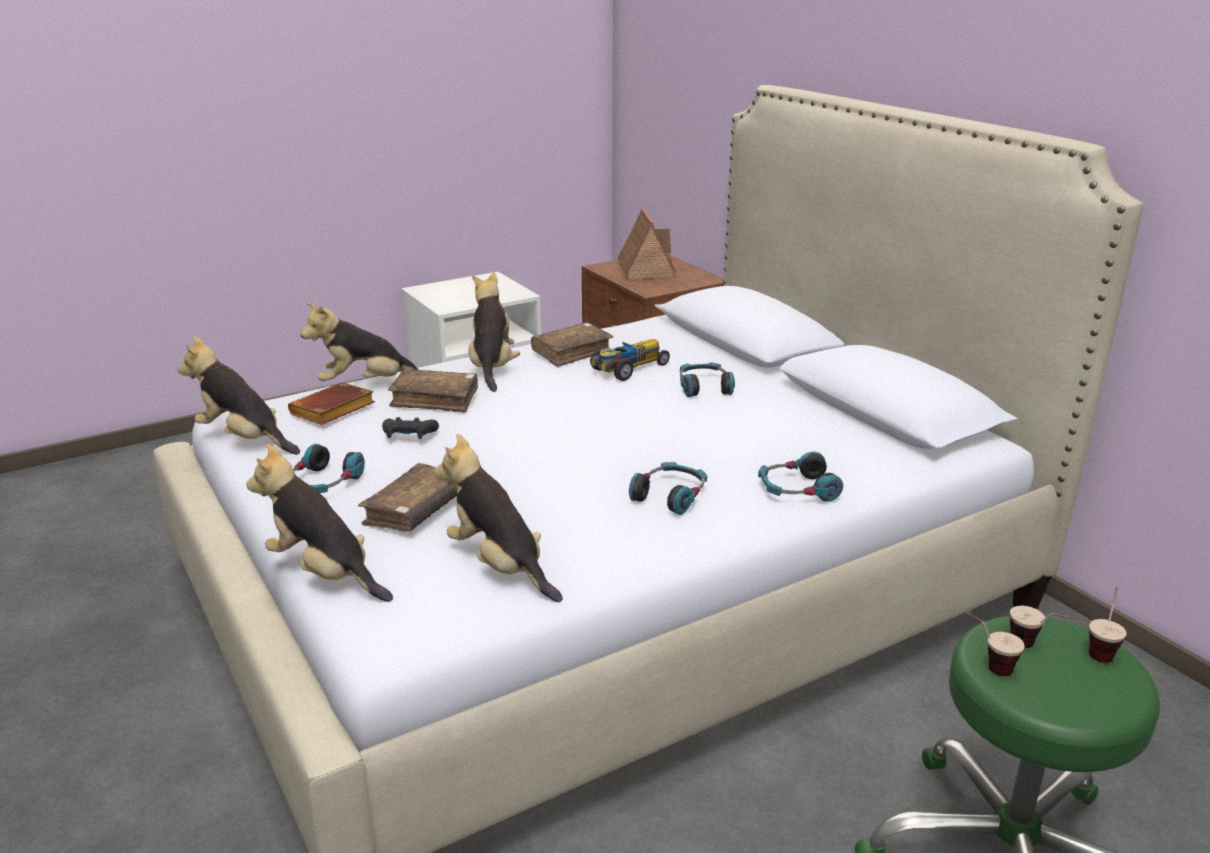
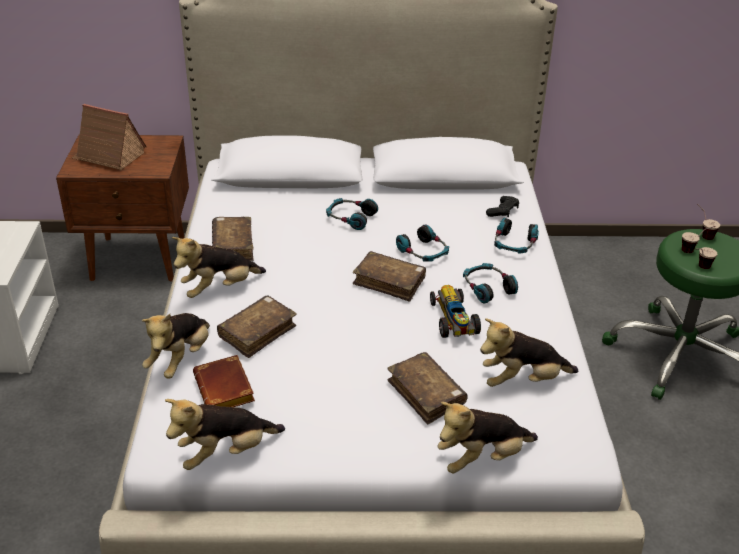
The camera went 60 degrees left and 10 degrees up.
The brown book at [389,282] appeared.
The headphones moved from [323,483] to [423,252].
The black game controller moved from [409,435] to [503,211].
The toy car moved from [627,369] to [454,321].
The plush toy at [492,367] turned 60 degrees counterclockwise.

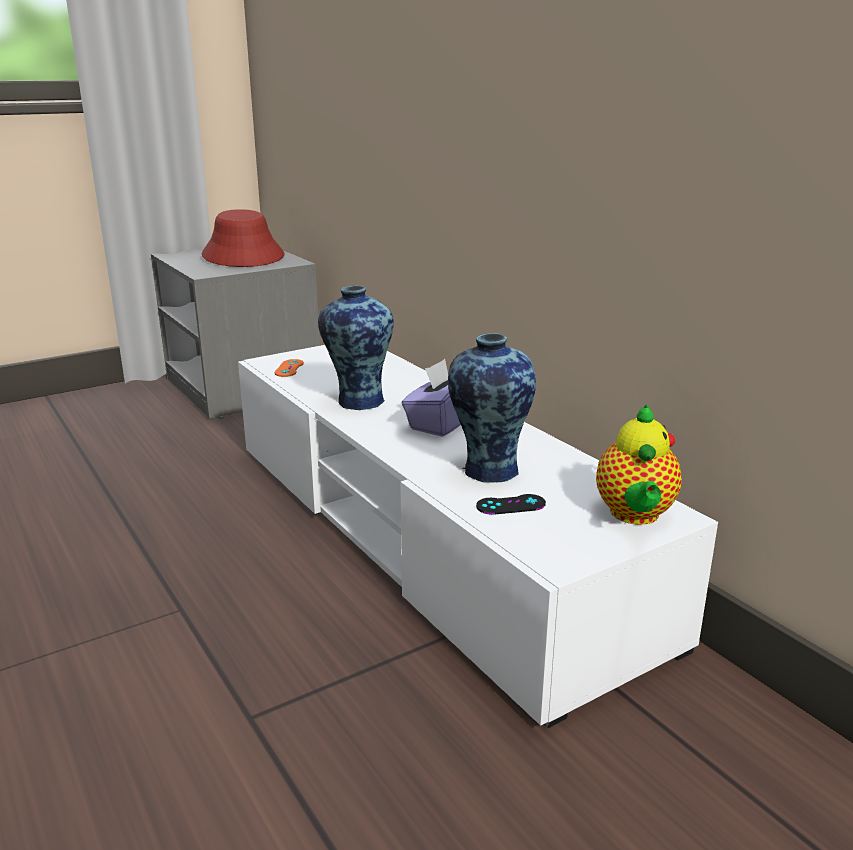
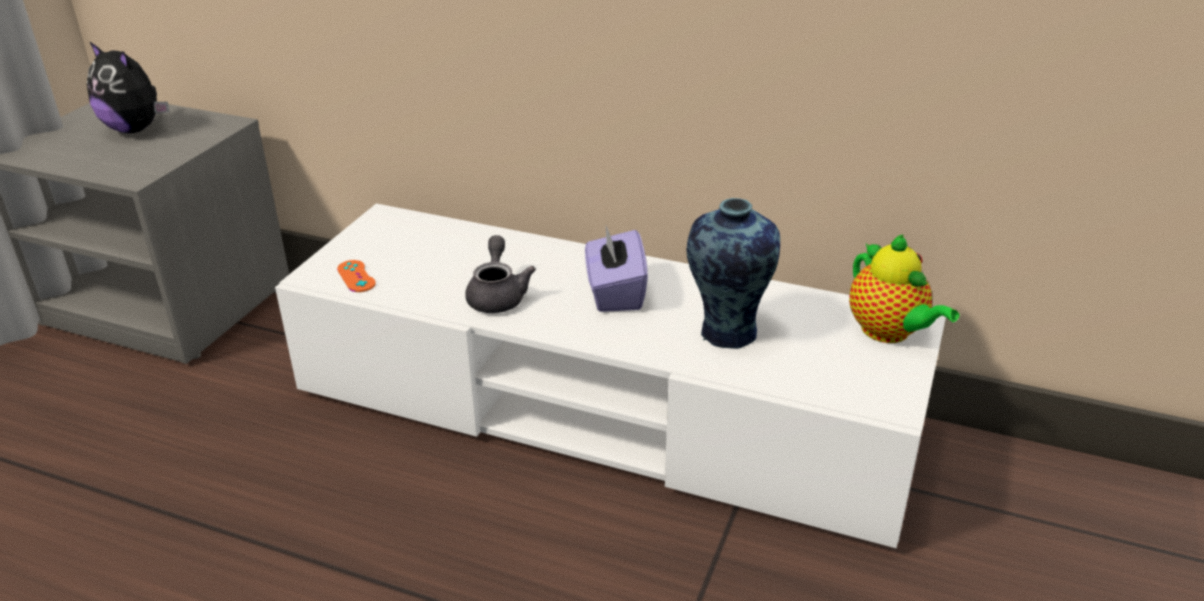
The camera went 35 degrees left and 10 degrees up.
The black game controller at [511,505] disappeared.
The red hat at [243,256] was replaced by the plush toy at [136,129].
The vase at [358,401] was replaced by the grey teapot at [497,295].

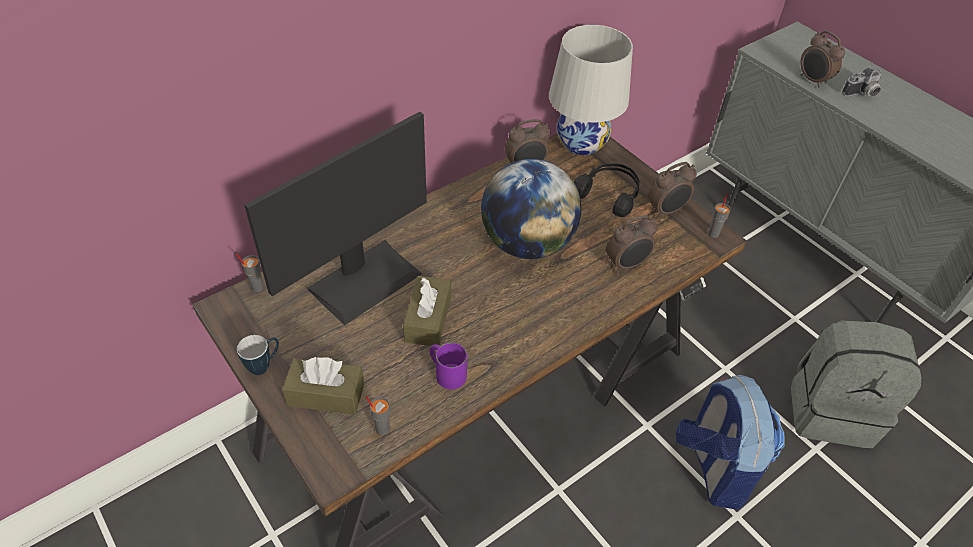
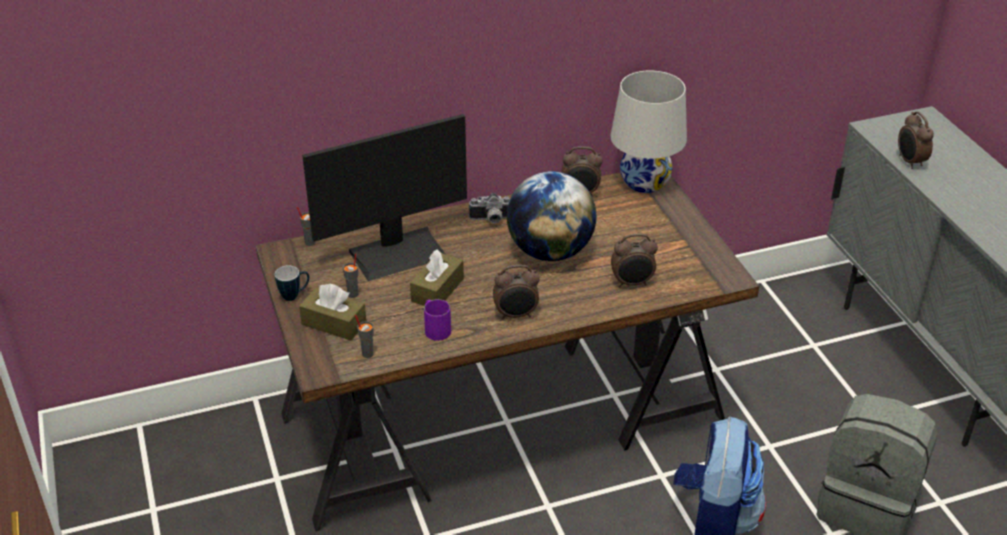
The camera went 20 degrees right and 10 degrees down.
The black headphones at [609,194] disappeared.
The alarm clock moved from [666,211] to [516,315].
The grey cup moved from [713,233] to [353,294].
The photo camera moved from [862,94] to [490,220].

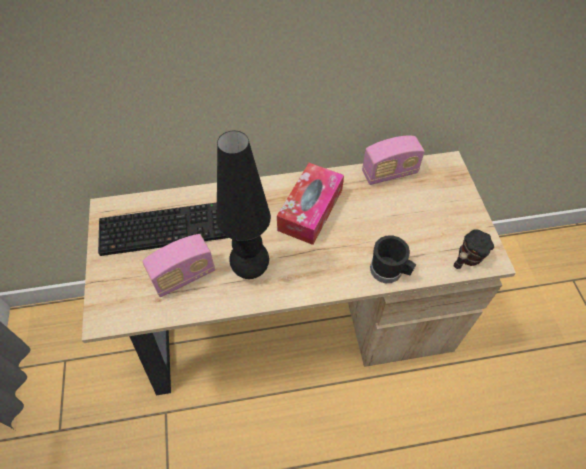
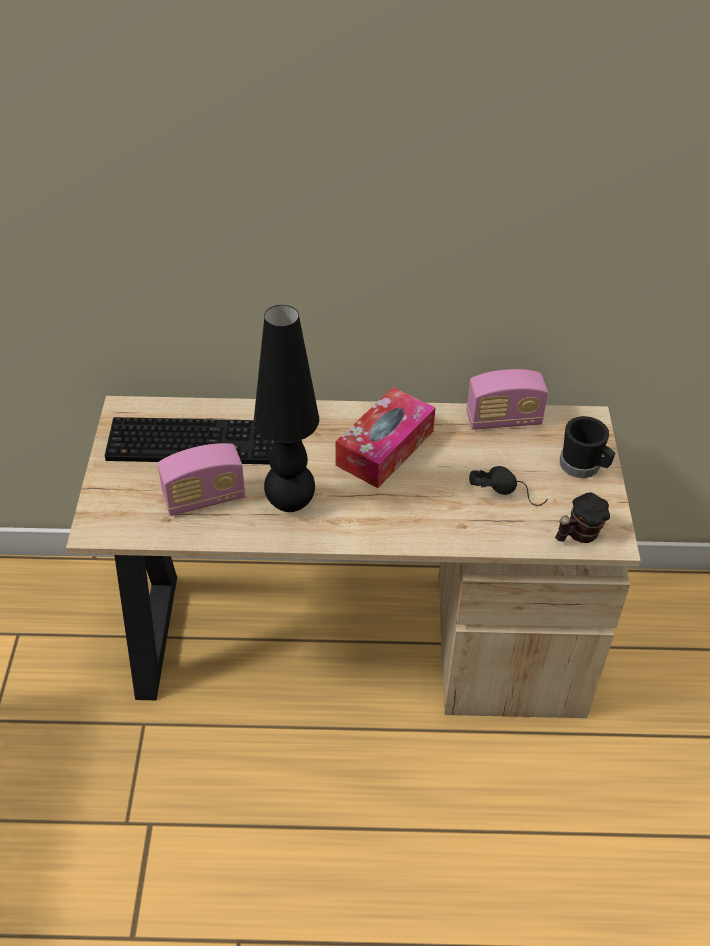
The camera went 10 degrees right and 10 degrees down.
The black headphones at [506,491] appeared.
The black mug moved from [389,271] to [583,467].

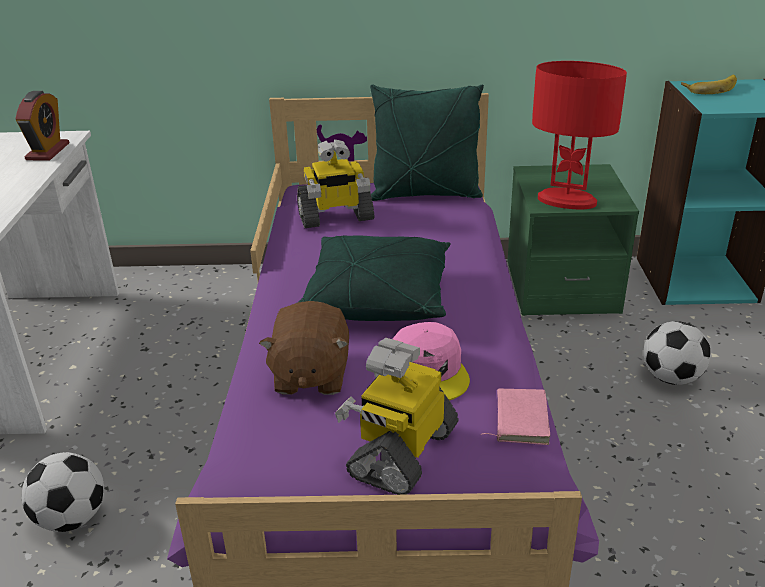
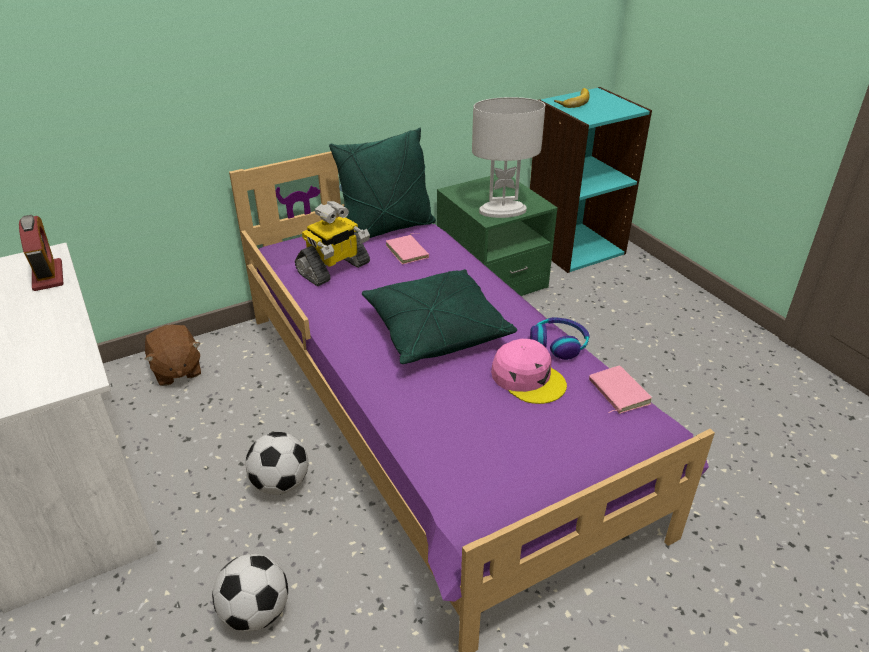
The camera went 30 degrees left and 5 degrees up.
The toy robot at [401,451] disappeared.
The pink book at [408,251] appeared.
The headphones at [559,343] appeared.
The brown plush toy moved from [310,376] to [176,370].
The football moved from [671,378] to [281,483].
The red table lamp at [567,201] became the white table lamp at [502,211].

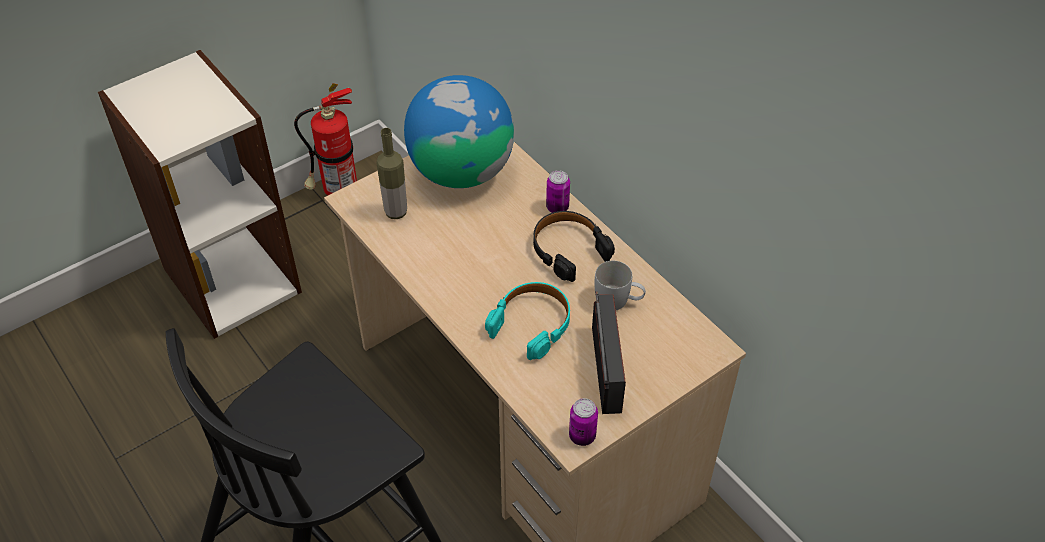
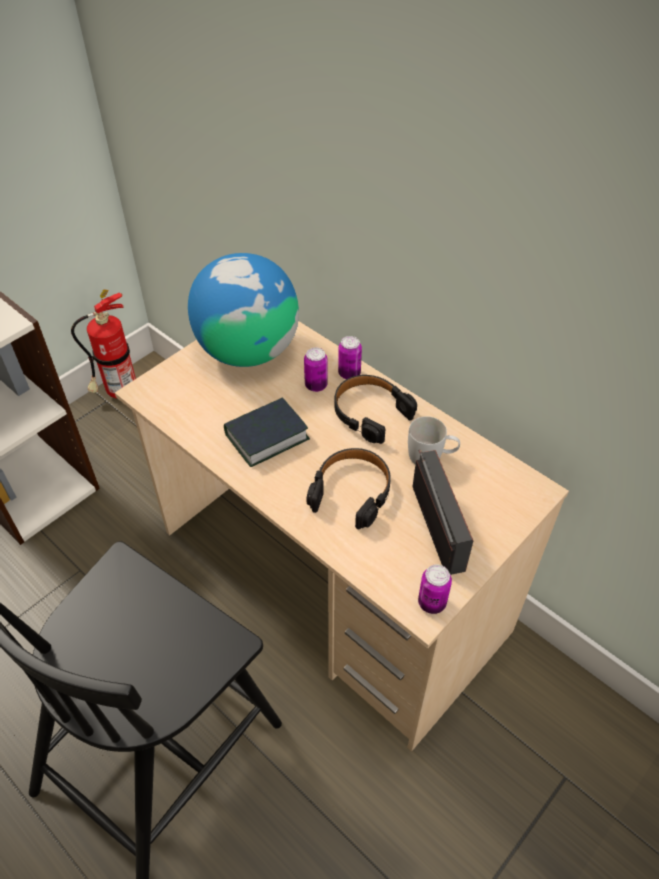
The camera went 10 degrees left and 0 degrees up.
The bottle at [396,212] disappeared.
The book at [266,437] appeared.
The can at [316,385] appeared.
The turquoise headphones at [532,324] became the black headphones at [352,492].

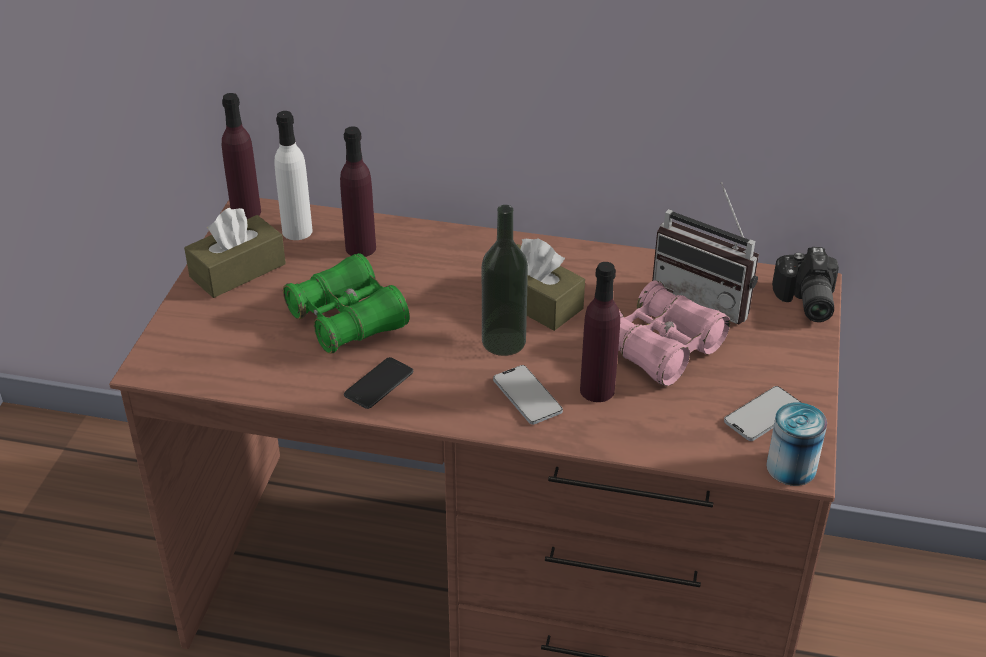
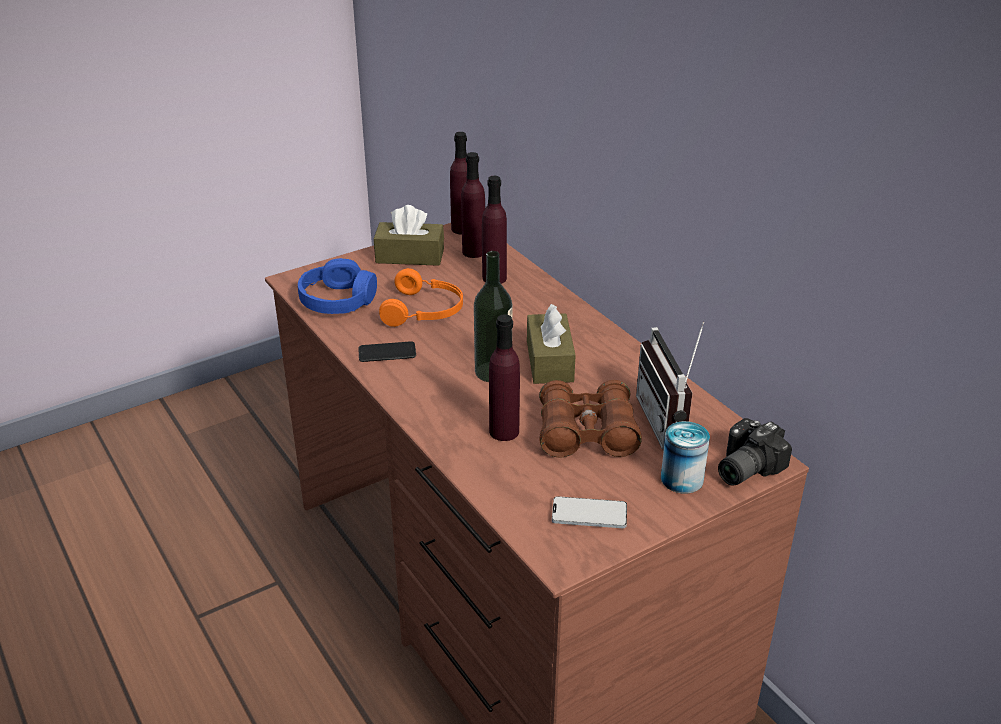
The camera went 45 degrees right and 5 degrees down.
The phone at [527,396] disappeared.
The blue headphones at [338,300] appeared.
The can moved from [791,467] to [682,479].
The green binoculars at [347,320] was replaced by the orange headphones at [425,311].
The white bottle at [297,231] became the purple bottle at [474,252].
The pink binoculars at [661,348] became the brown binoculars at [586,433].

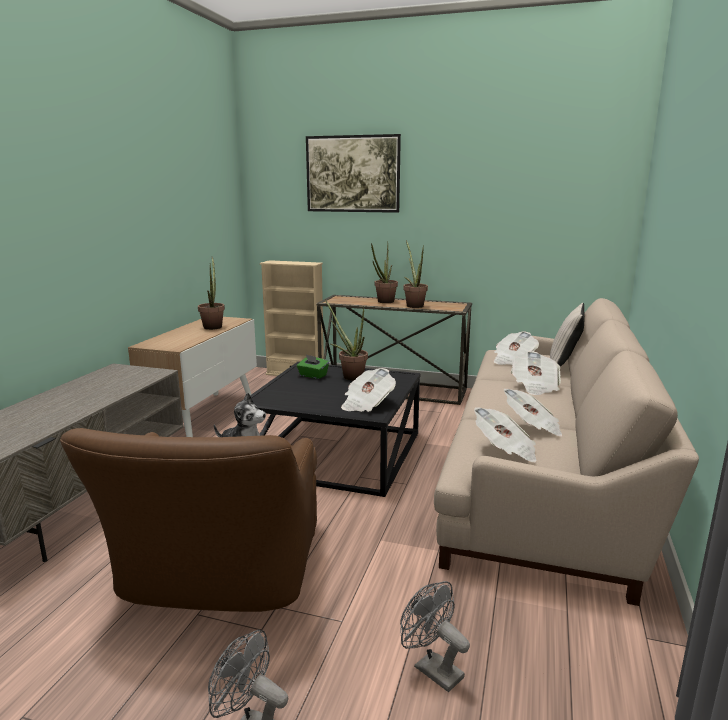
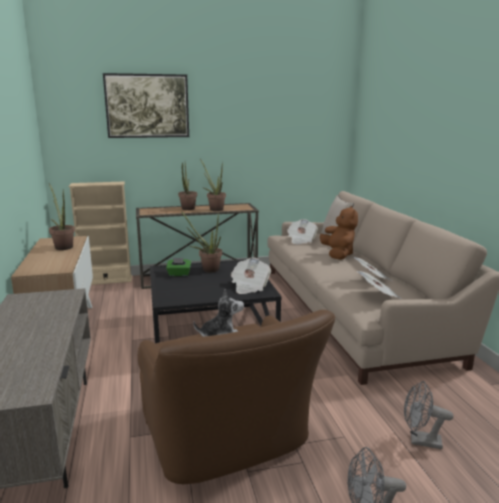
The camera went 30 degrees left and 0 degrees up.
The newspaper at [535,386] was replaced by the brown plush toy at [338,254].

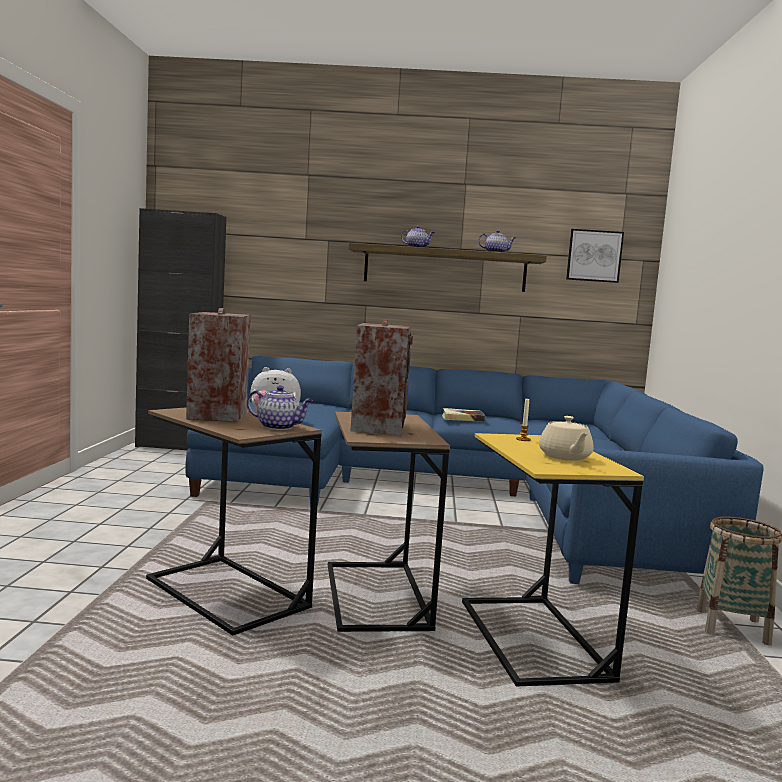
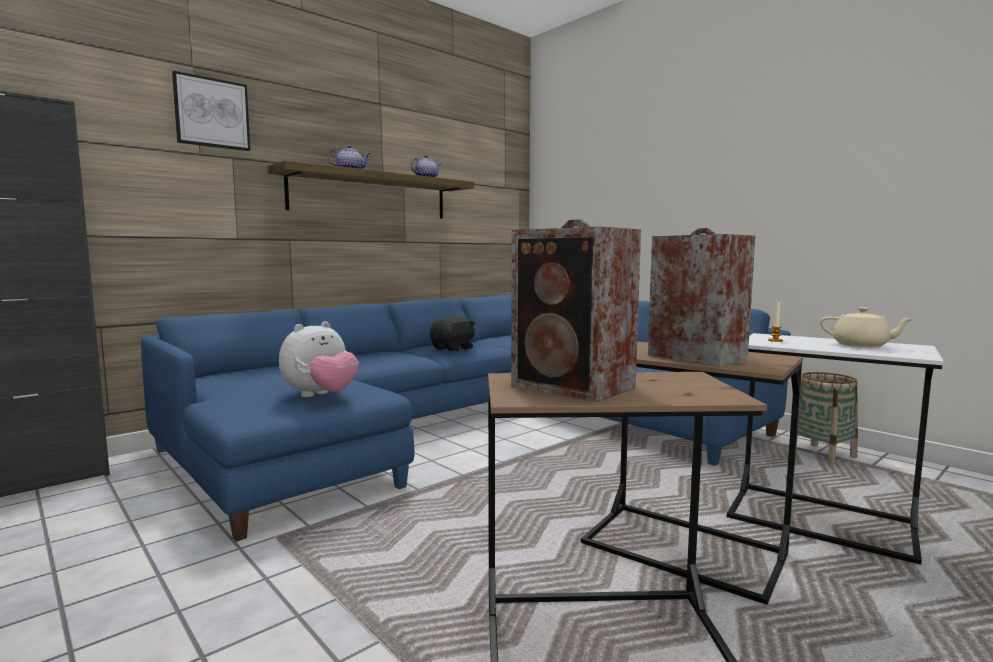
The camera went 45 degrees left and 0 degrees up.
The teapot at [279,427] disappeared.
The picture moved from [594,256] to [212,113].
The book at [462,418] was replaced by the black plush toy at [453,349].
The yellow side table at [533,639] became the white side table at [820,521].

